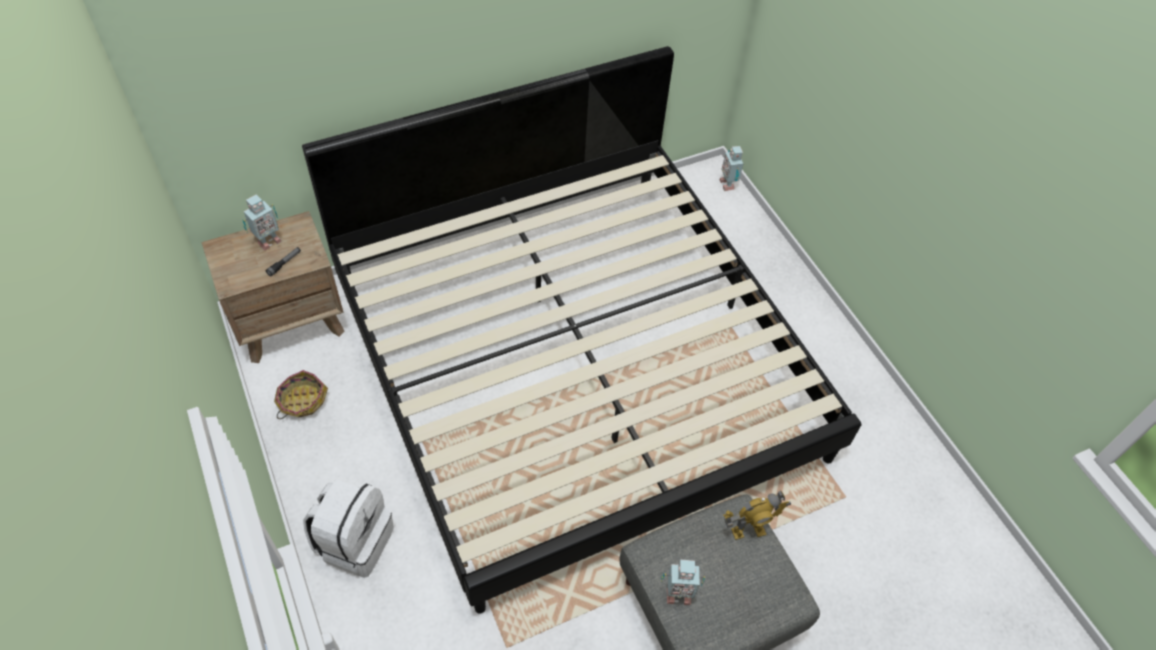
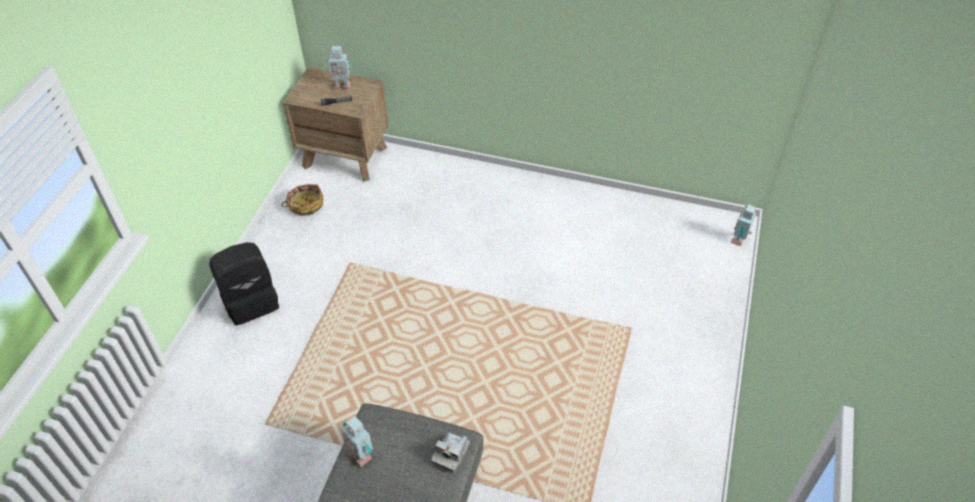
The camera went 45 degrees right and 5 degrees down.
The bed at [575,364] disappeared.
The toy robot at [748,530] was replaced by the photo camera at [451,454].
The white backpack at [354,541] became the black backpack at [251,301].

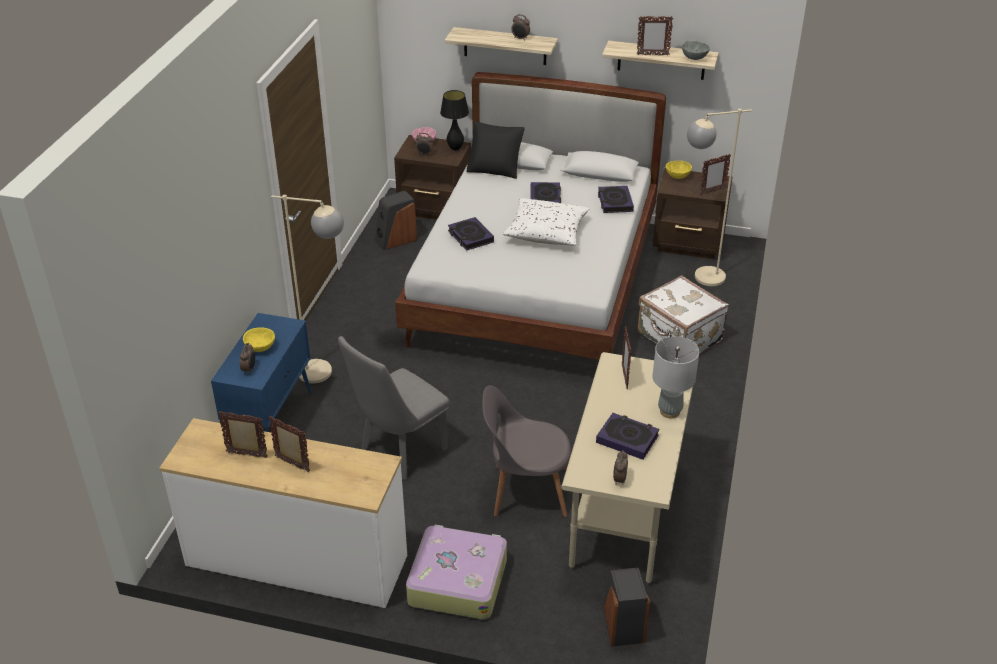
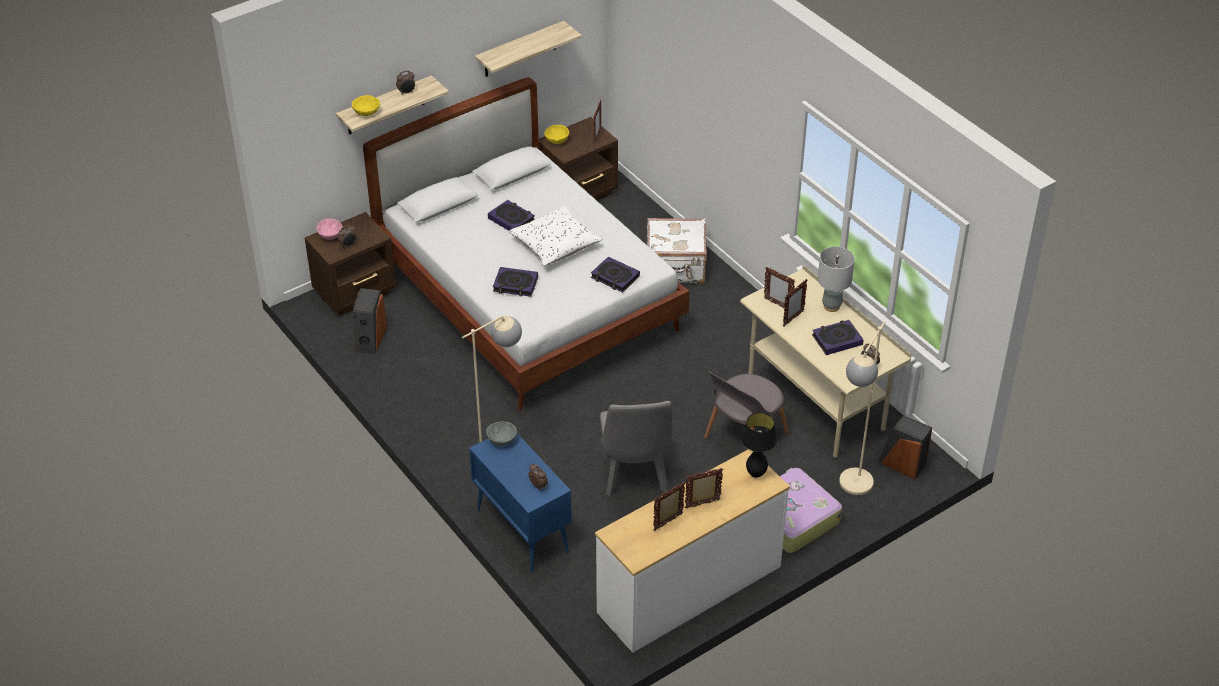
The camera went 50 degrees left and 5 degrees up.
The black pillow at [495,168] disappeared.
The yellow bowl moved from [261,348] to [367,113].
The black table lamp moved from [455,148] to [756,474].
The book moved from [615,202] to [615,277].
The picture frame moved from [652,55] to [793,318].
The grey bowl moved from [694,58] to [501,441].
The beige floor lamp moved from [699,278] to [851,490].

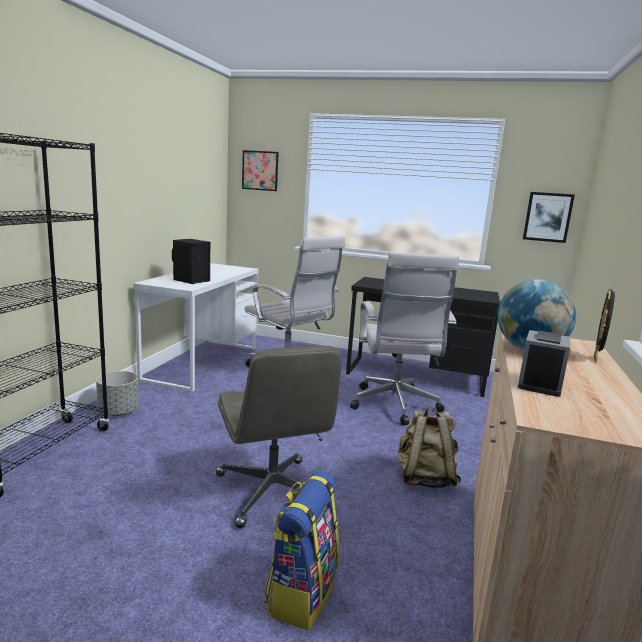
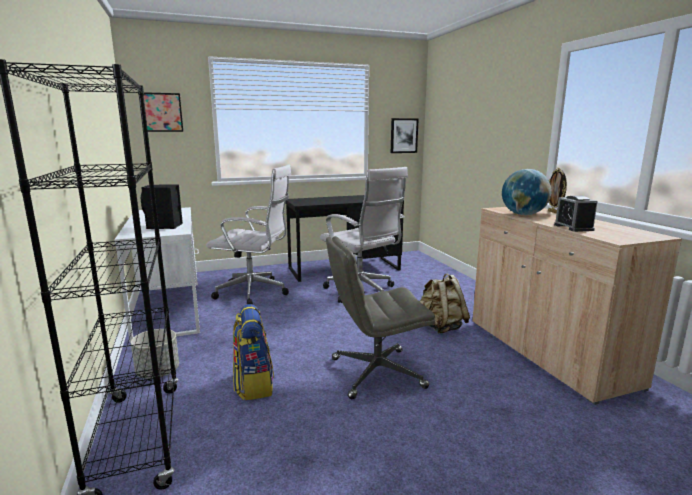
The camera went 35 degrees left and 0 degrees up.
The backpack moved from [301,593] to [253,384].
The grey office chair at [273,492] turned 135 degrees clockwise.

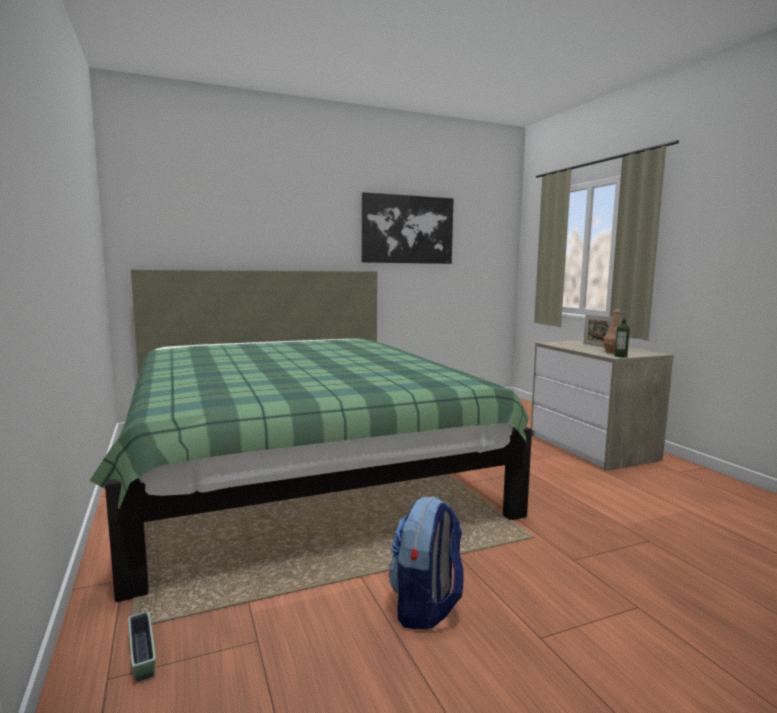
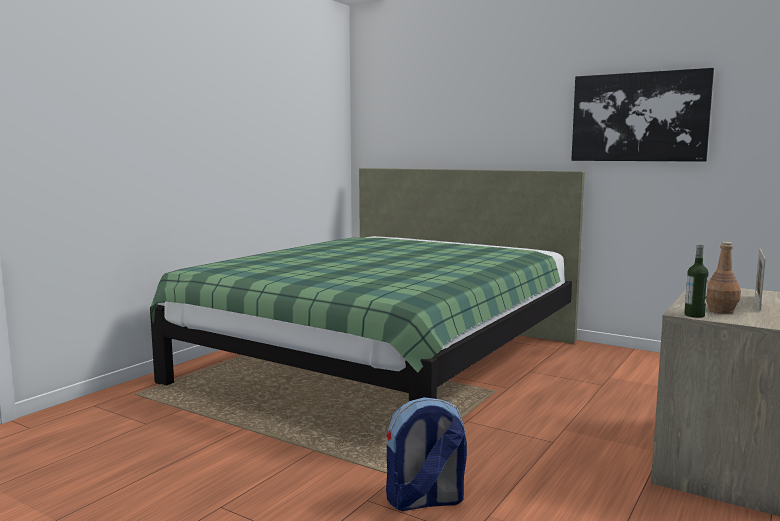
The camera went 55 degrees right and 0 degrees up.
The planter at [142,654] disappeared.
The backpack moved from [426,607] to [425,501].

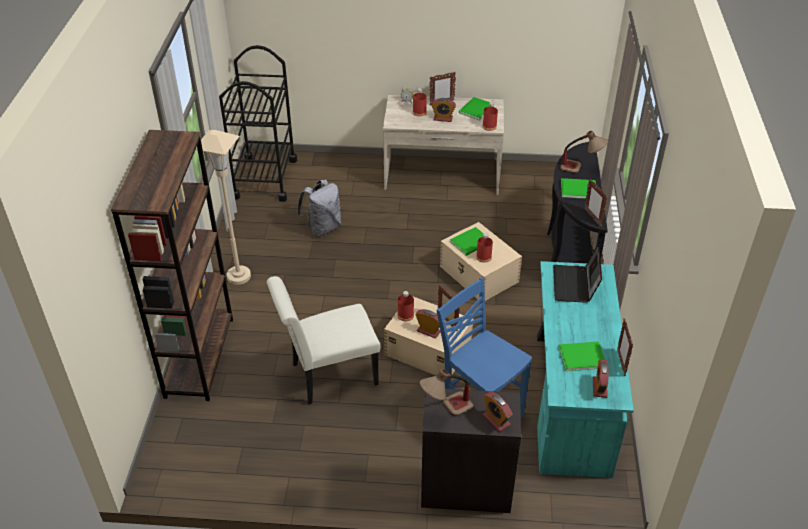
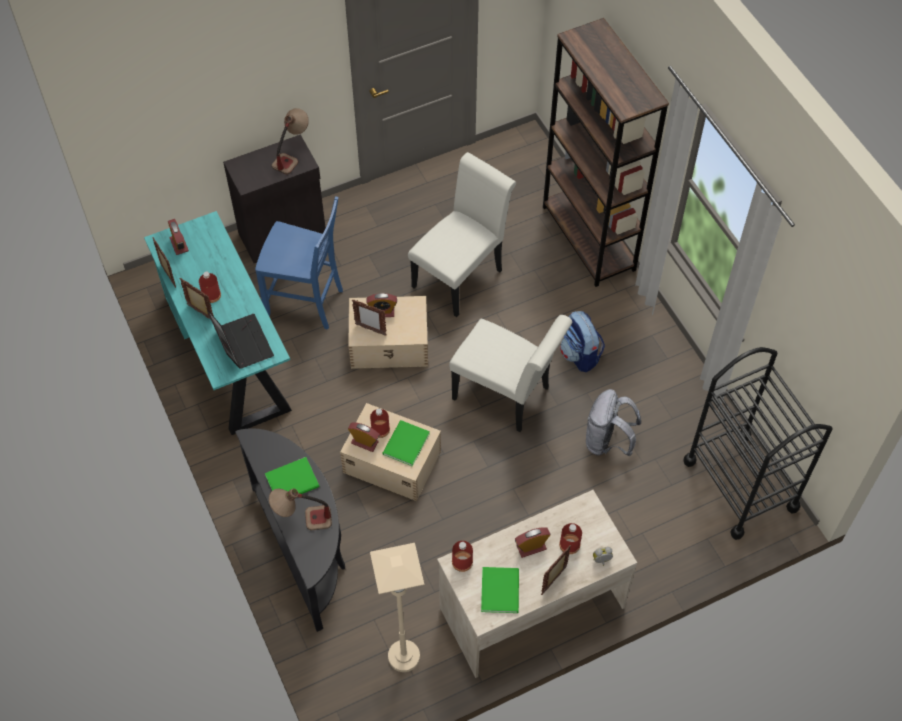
The camera went 150 degrees right and 15 degrees up.
The green book at [580,356] disappeared.
The white chair at [507,396] appeared.
The backpack at [580,355] appeared.
The beige floor lamp moved from [239,276] to [404,657].
The red bottle moved from [405,315] to [211,295].
The alarm clock moved from [496,420] to [364,442].
The picture frame moved from [592,218] to [201,313].

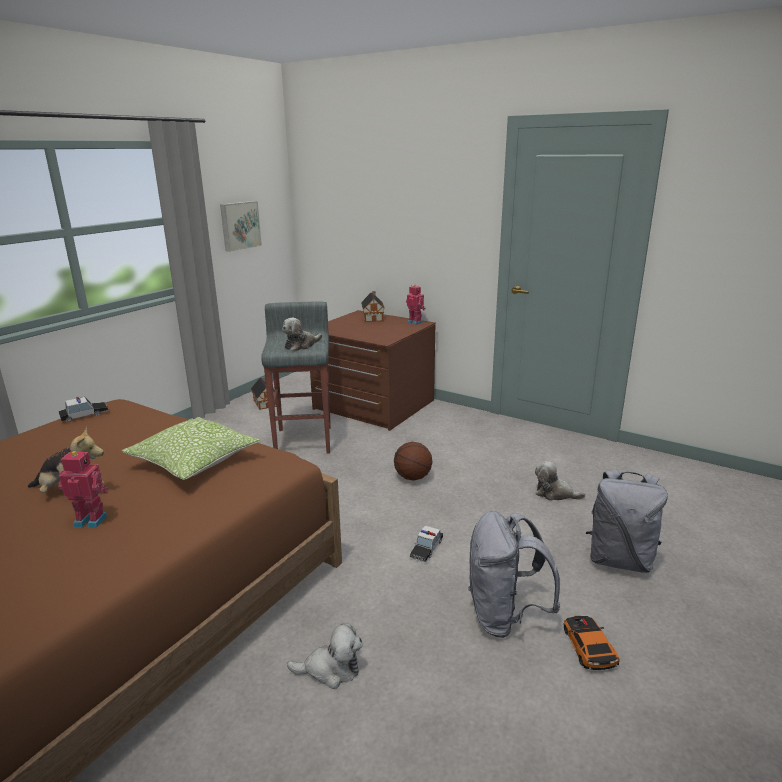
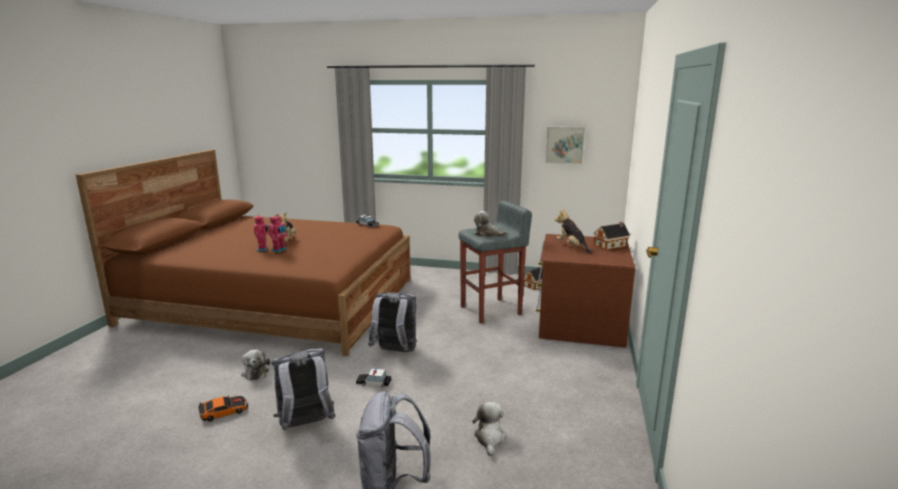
The camera went 70 degrees right and 5 degrees down.
The pillow at [194,461] disappeared.
The basketball at [413,477] disappeared.
The grey backpack at [395,352] appeared.
The plush toy at [572,247] appeared.
The toy robot moved from [415,322] to [279,250].
The toy car moved from [587,647] to [224,411].

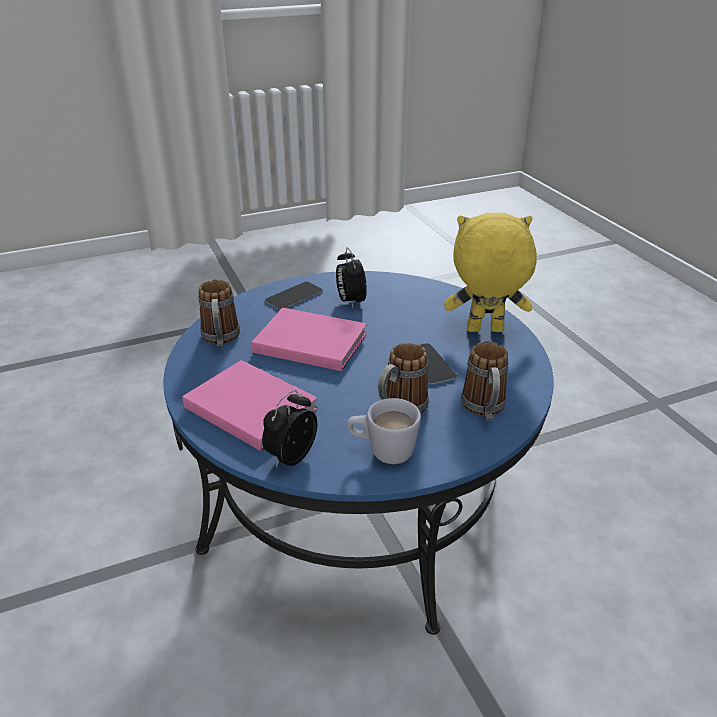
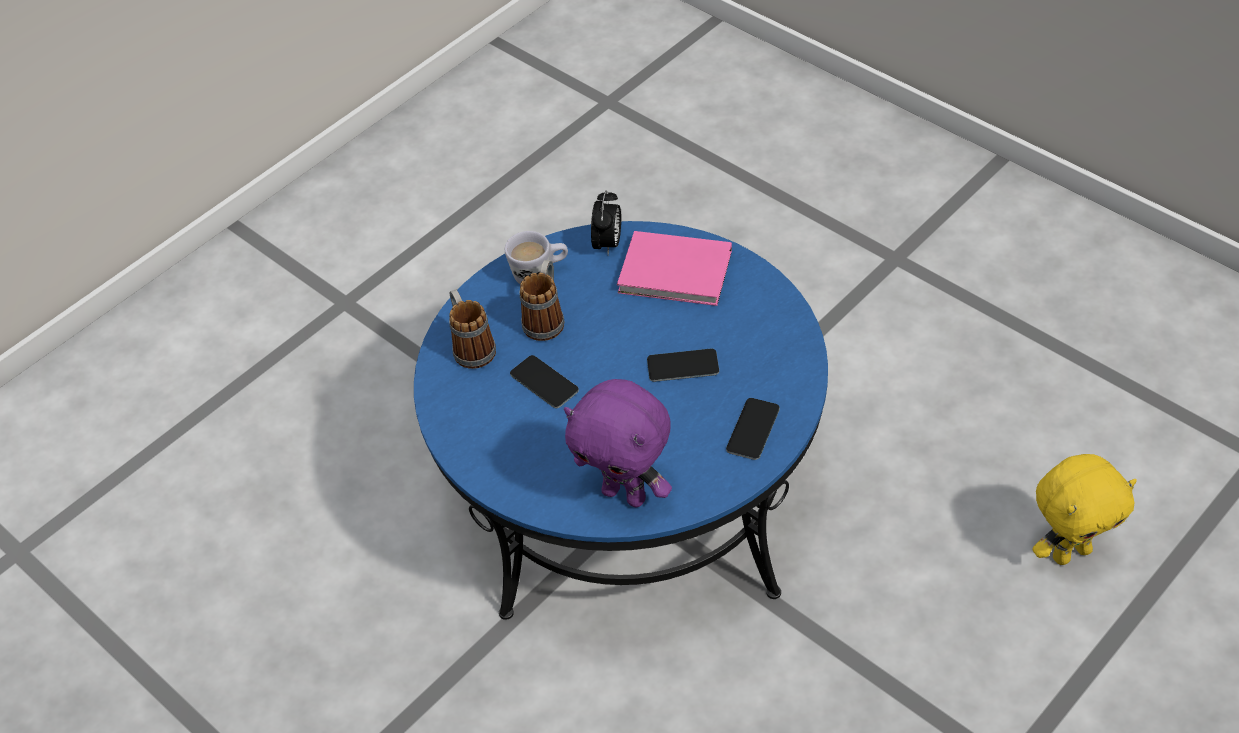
The camera went 160 degrees right and 15 degrees up.
The mug at [220,340] disappeared.
The alarm clock at [350,301] disappeared.
The purple plush toy at [626,494] appeared.
The yellow plush toy moved from [484,331] to [1070,552].
The pink book at [308,341] was replaced by the phone at [683,366].

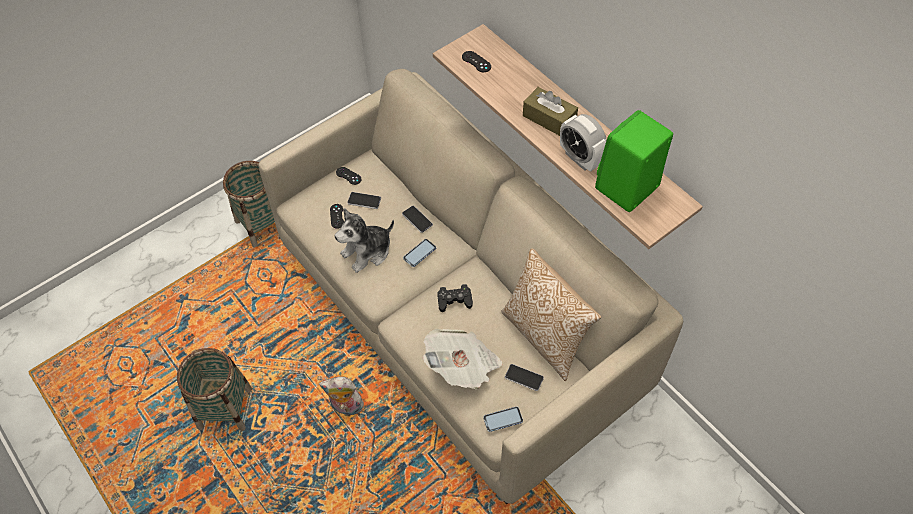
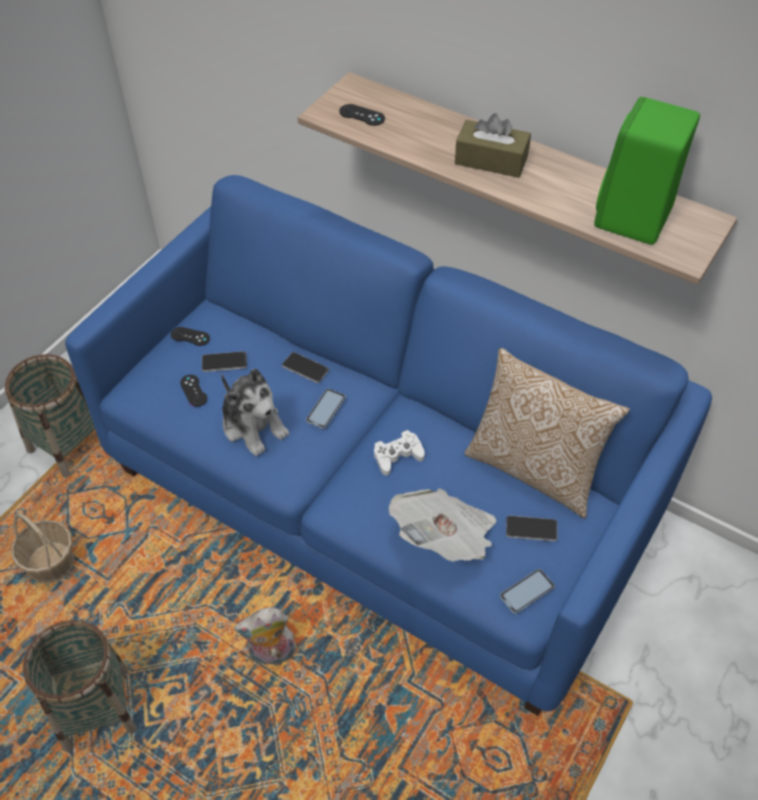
The camera went 20 degrees left and 5 degrees down.
The alarm clock at [580,158] disappeared.
The basket at [51,563] appeared.
The beige sofa at [459,319] became the blue sofa at [381,495].
The black game controller at [454,300] became the white game controller at [397,456].
The plush toy at [367,252] turned 75 degrees counterclockwise.

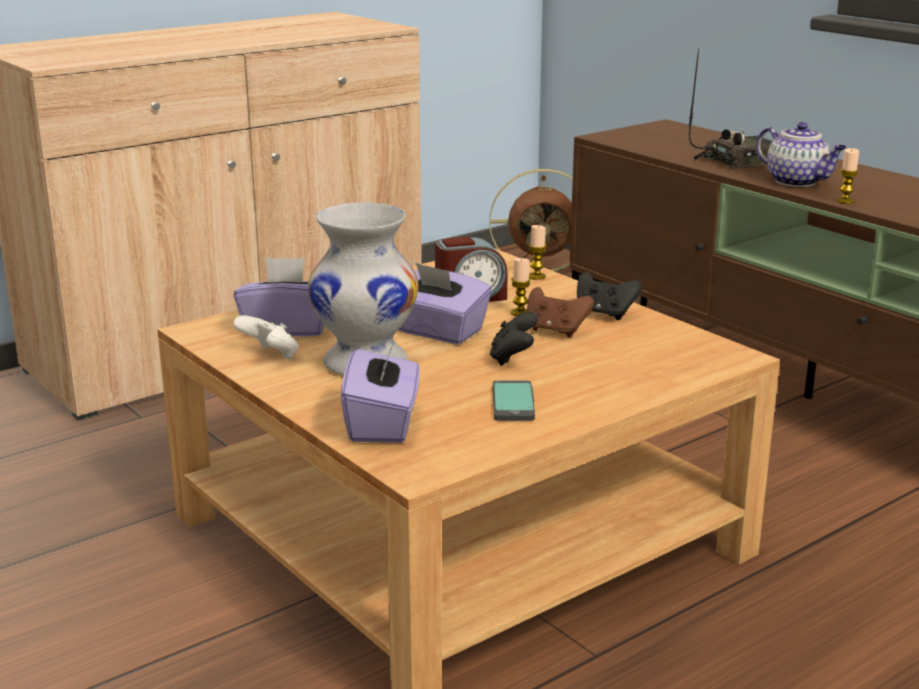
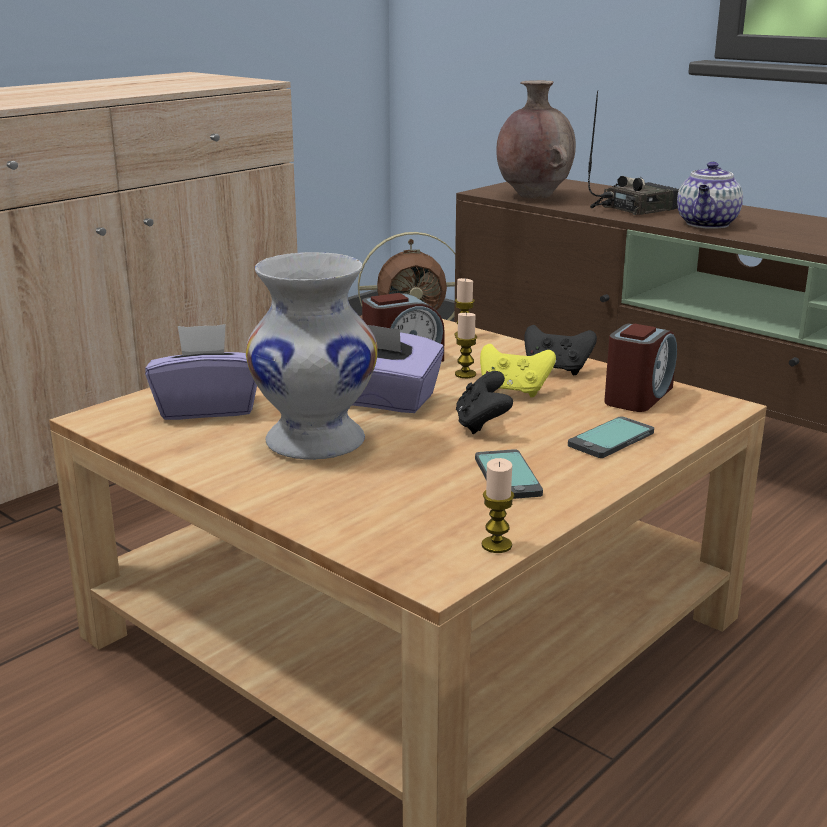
The camera went 10 degrees left and 0 degrees up.
The white game controller at [270,356] disappeared.
The purple tissue box at [383,424] disappeared.
The brown vase at [533,196] appeared.
The phone at [611,439] appeared.
The alarm clock at [638,396] appeared.
The candle moved from [845,201] to [496,545].
The brown game controller at [556,331] became the yellow game controller at [514,391].
The teapot at [797,182] turned 75 degrees clockwise.

